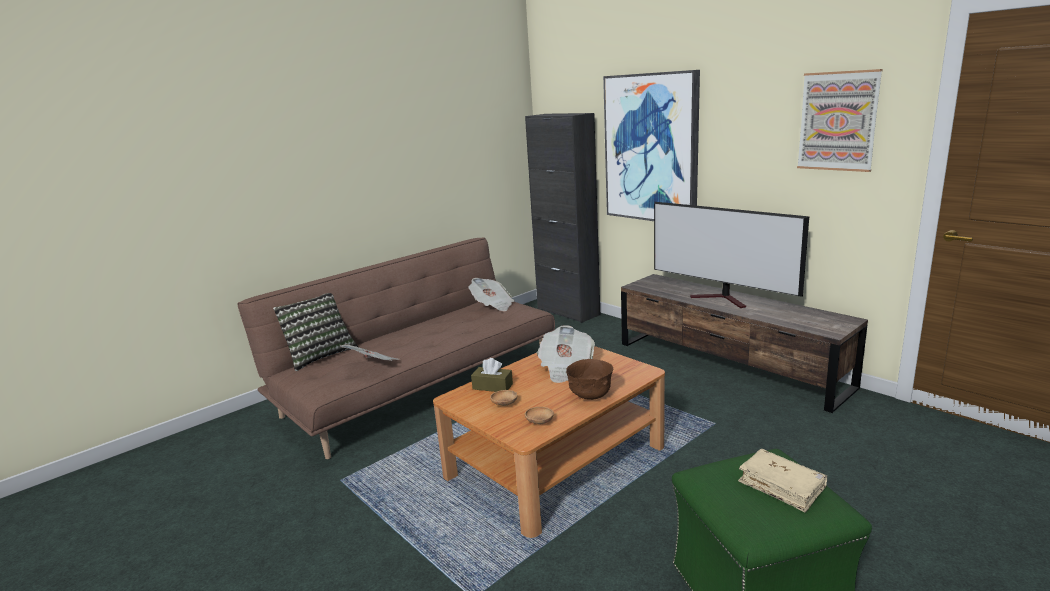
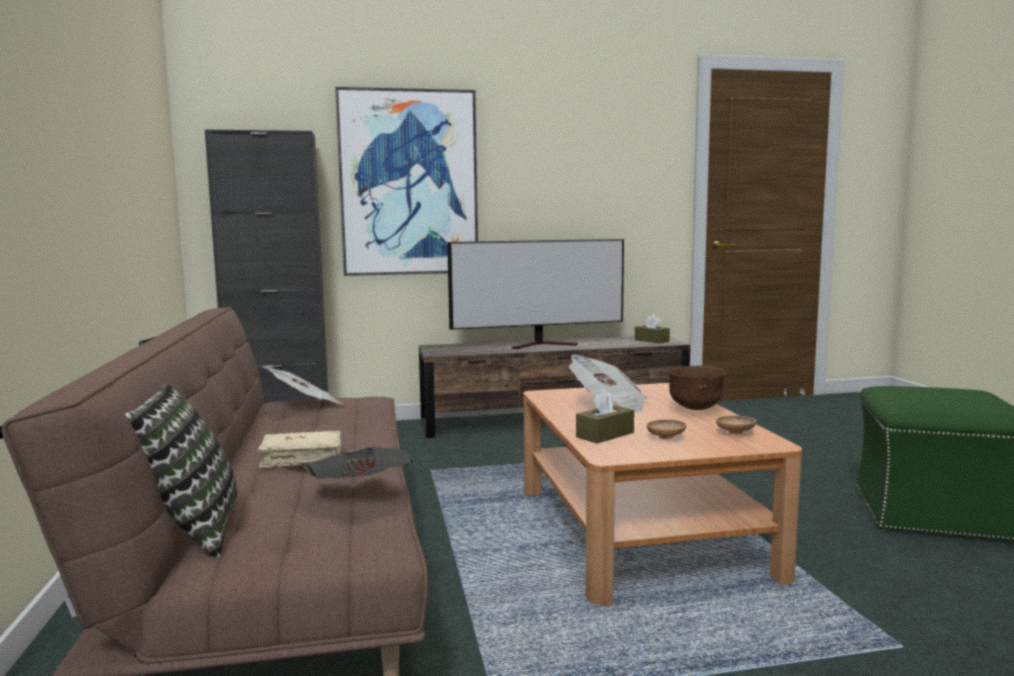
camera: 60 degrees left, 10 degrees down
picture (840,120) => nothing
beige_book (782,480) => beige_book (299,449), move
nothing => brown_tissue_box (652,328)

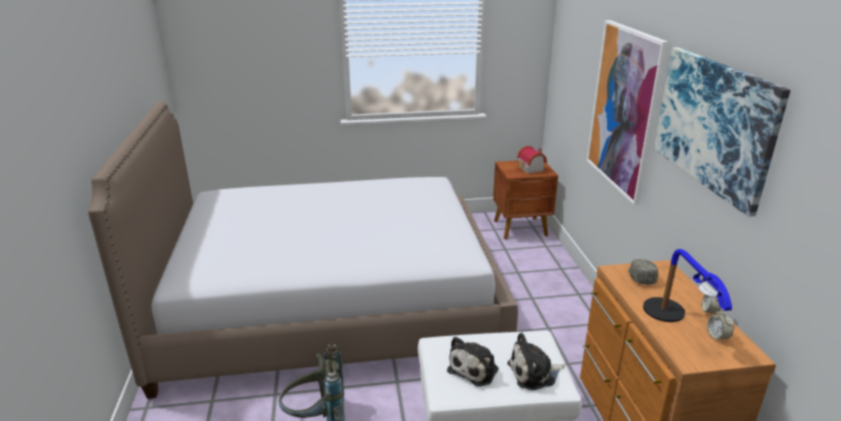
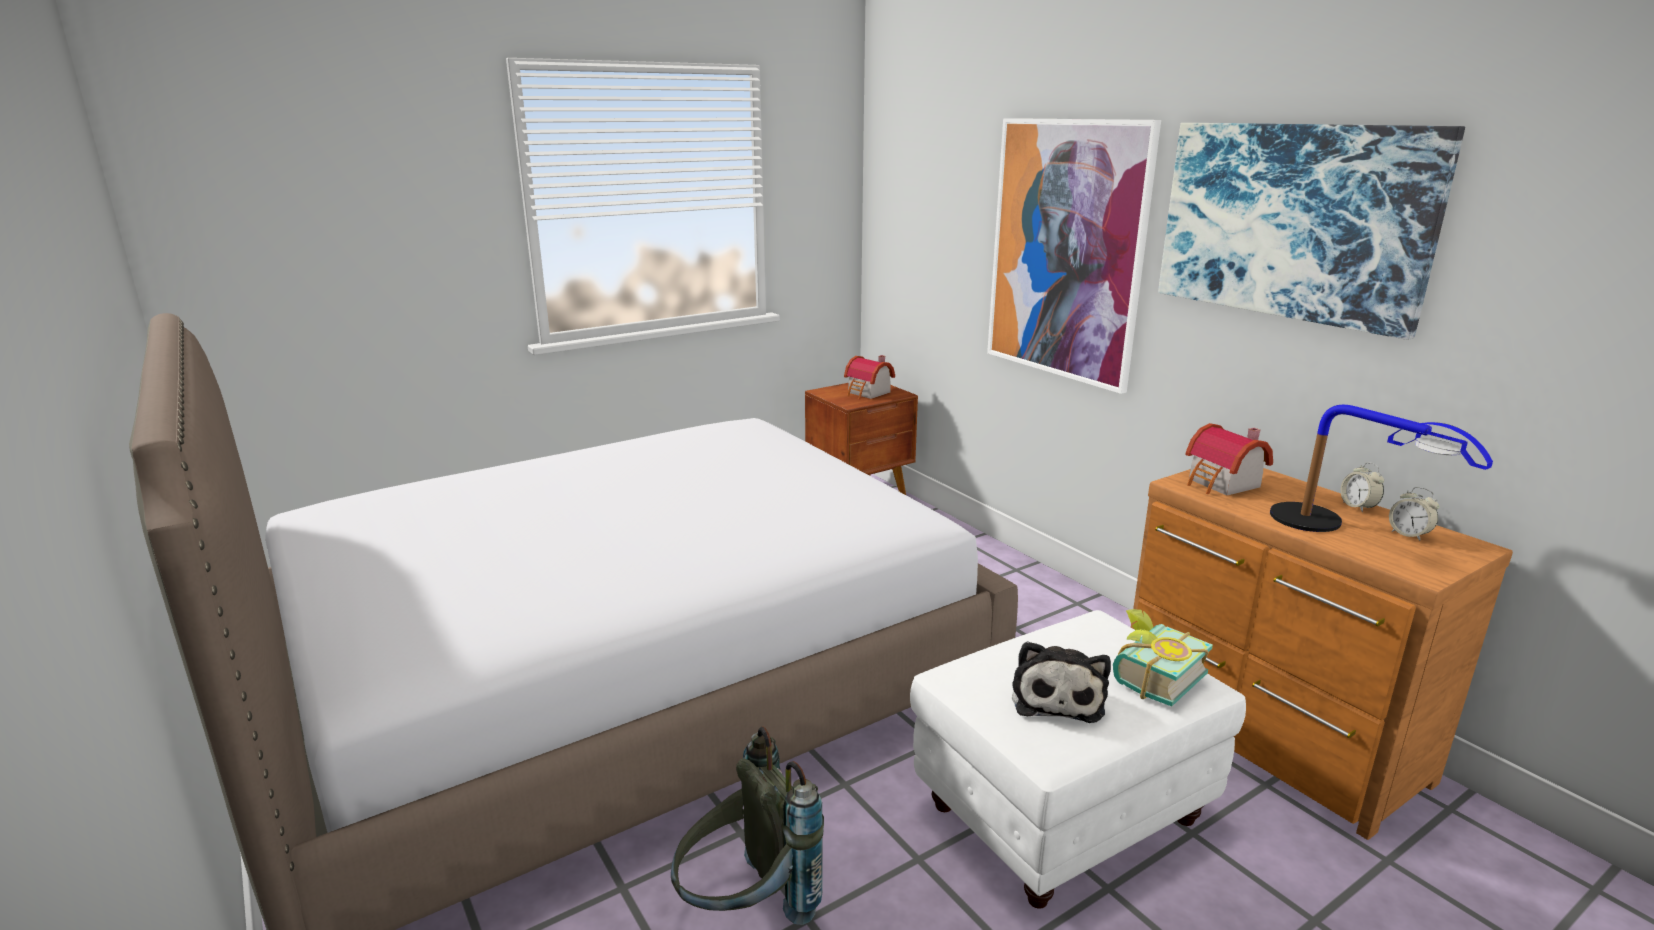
camera: 25 degrees left, 5 degrees down
grey_cap (643,272) => toy_house (1229,459)
plush_toy (536,361) => book (1163,657)

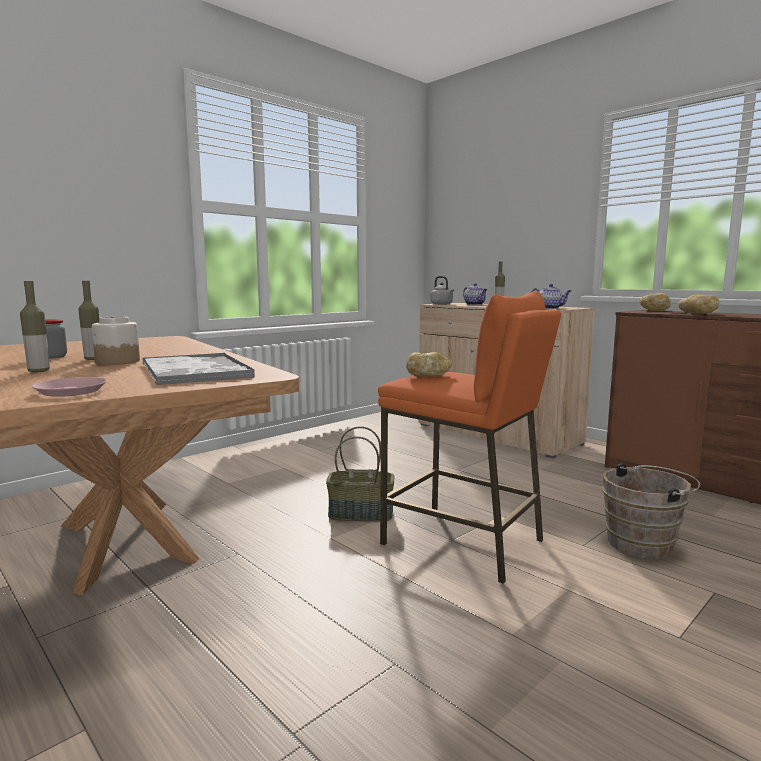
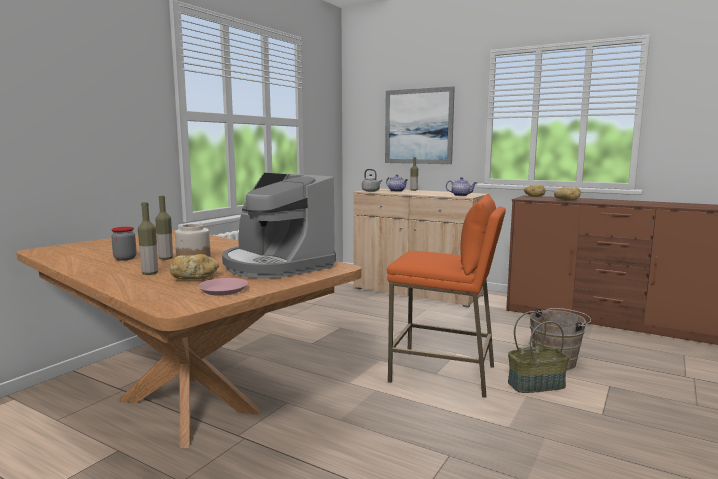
camera: 15 degrees left, 0 degrees up
bread (429,364) => bread (194,266), move
tray (199,369) => coffee_machine (279,226)
basket (360,473) => basket (538,352), move
nothing => picture (420,125)

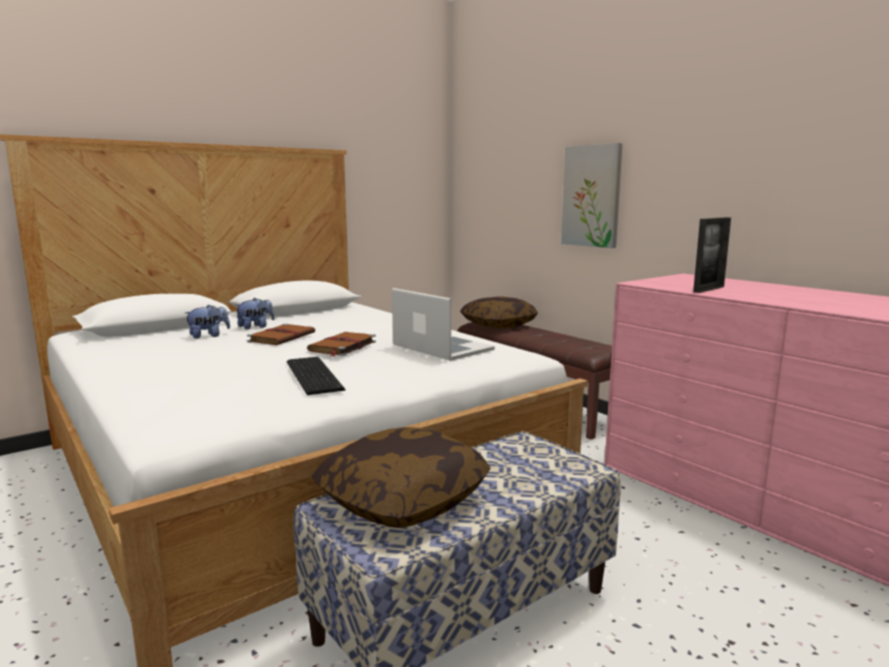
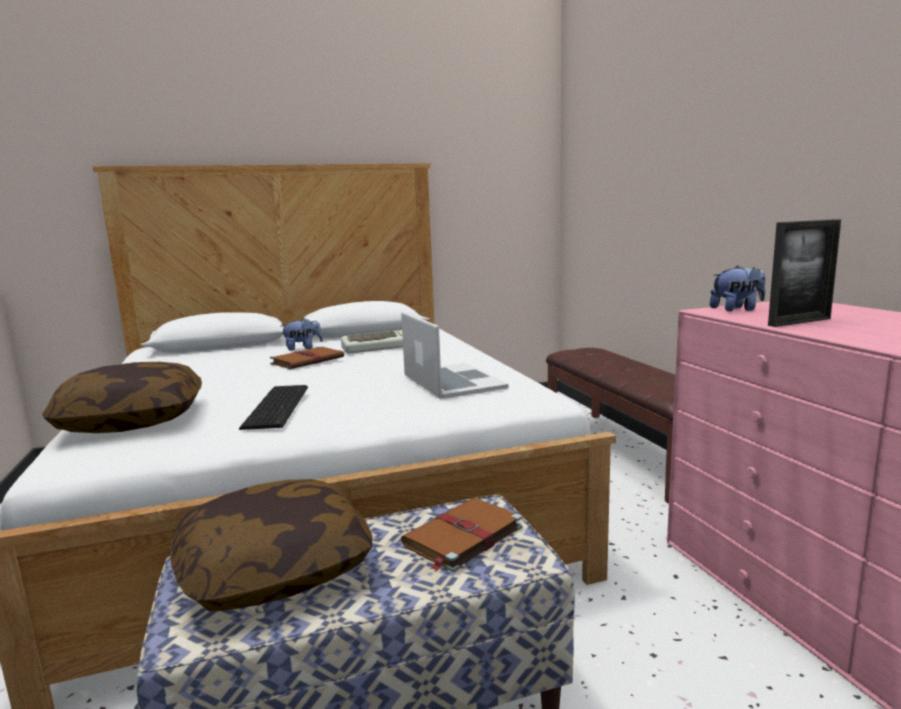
camera: 20 degrees right, 0 degrees up
picture (592,195) => nothing
pillow (499,312) => pillow (122,397), move
plush_toy (207,321) => plush_toy (737,288), move
brown_book (341,344) => brown_book (462,535), move
nothing => keyboard (372,341)

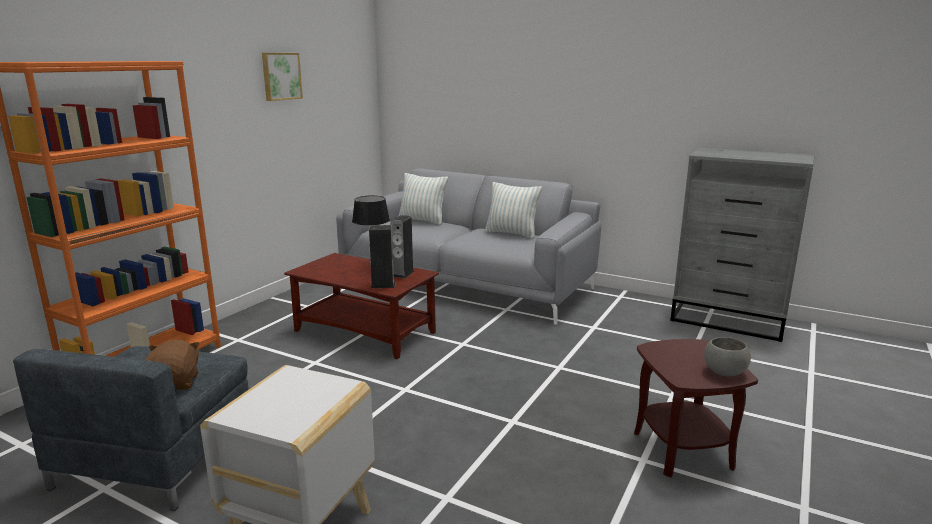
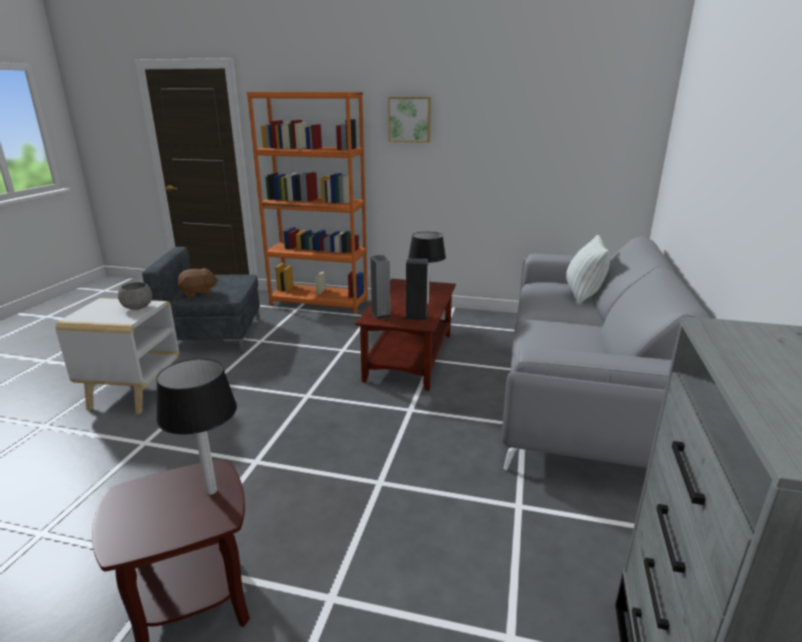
camera: 75 degrees right, 5 degrees up
picture (282,77) => picture (409,120), move
pillow (513,210) => nothing
grey_bowl (727,356) => grey_bowl (135,296), move
nothing => table_lamp (196,426)

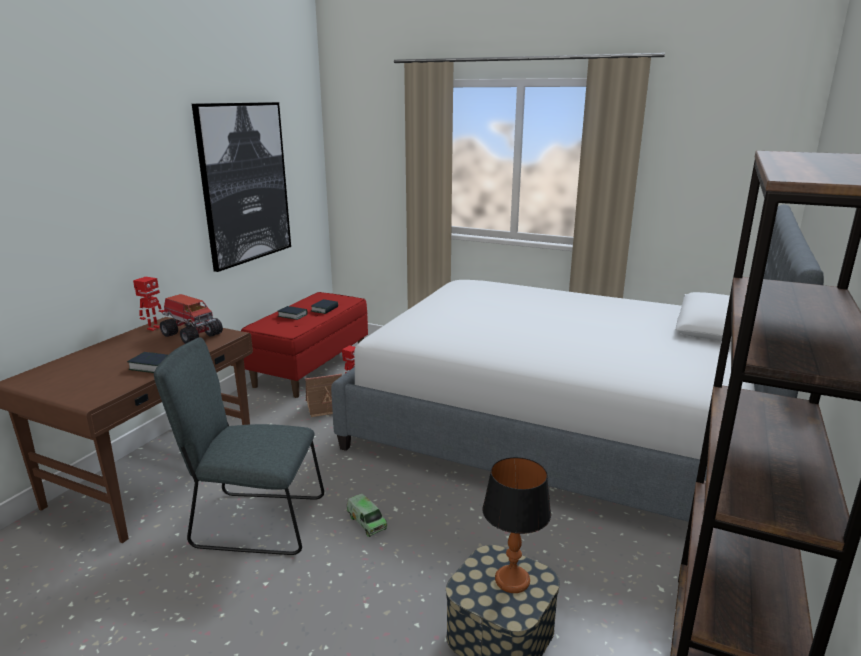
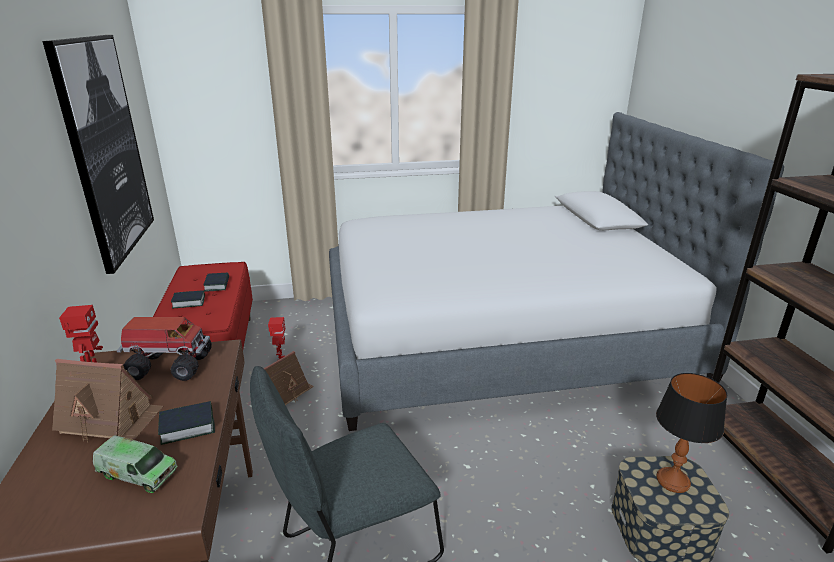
camera: 35 degrees left, 5 degrees up
toy_truck (367,515) => toy_truck (135,464), move
nothing => toy_house (107,400)

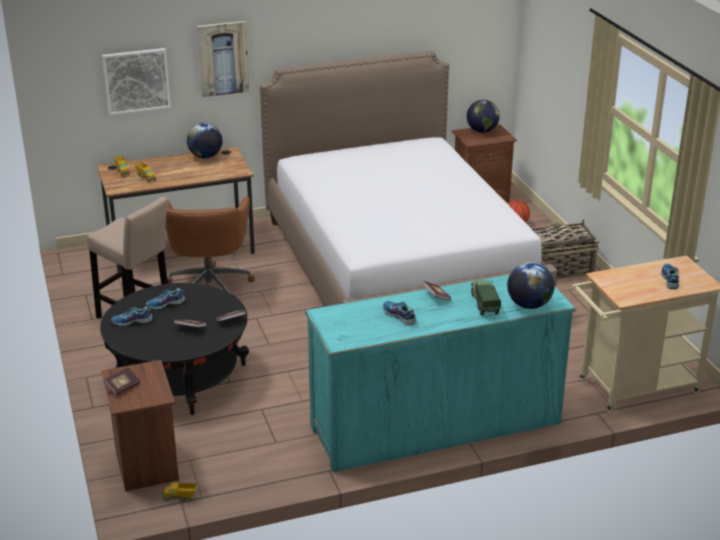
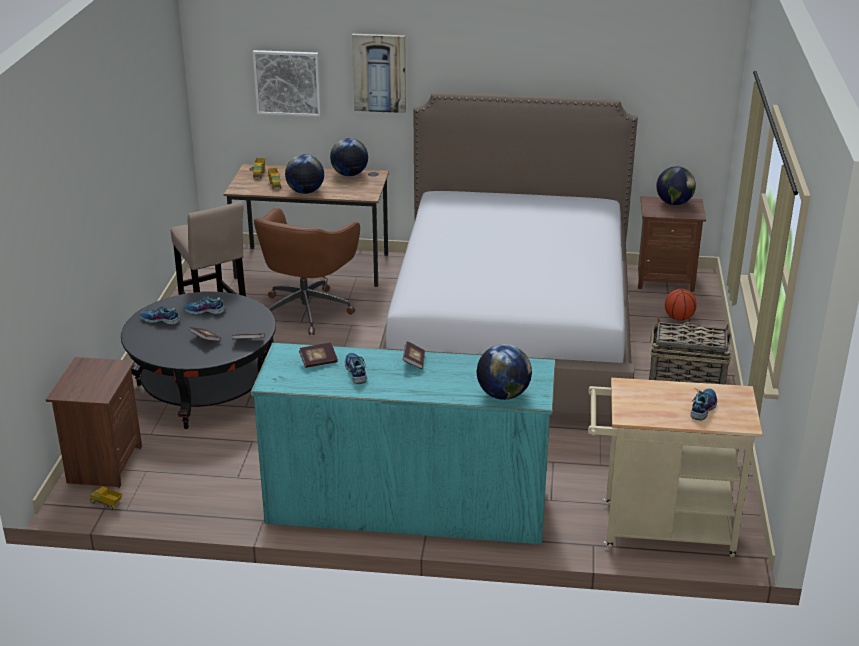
camera: 25 degrees right, 0 degrees up
toy_truck (486,298) => nothing
book (122,381) => book (318,355), move
nothing => globe (304,174)

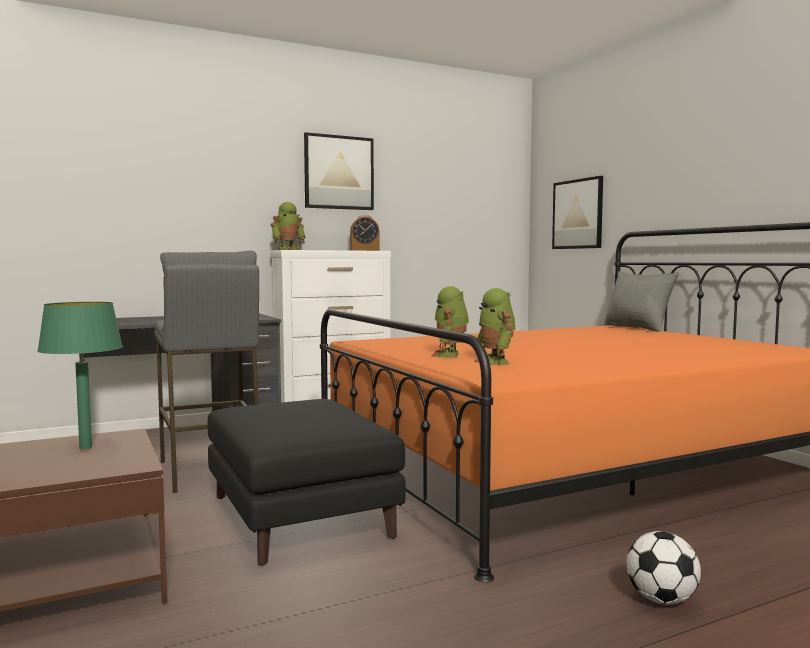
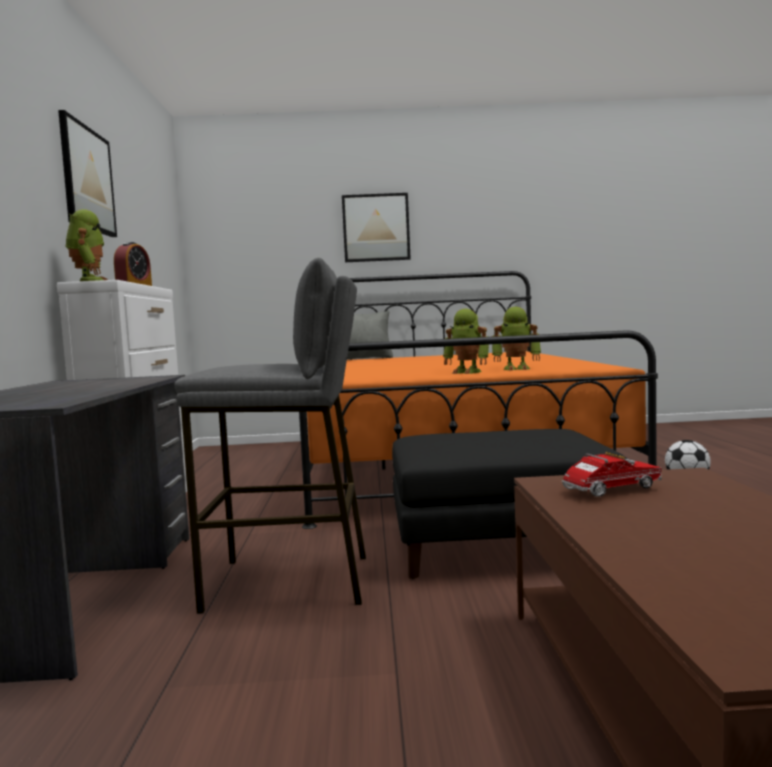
camera: 65 degrees left, 0 degrees up
picture (577,212) => picture (376,227), move
green_table_lamp (80,376) => toy_truck (612,474)

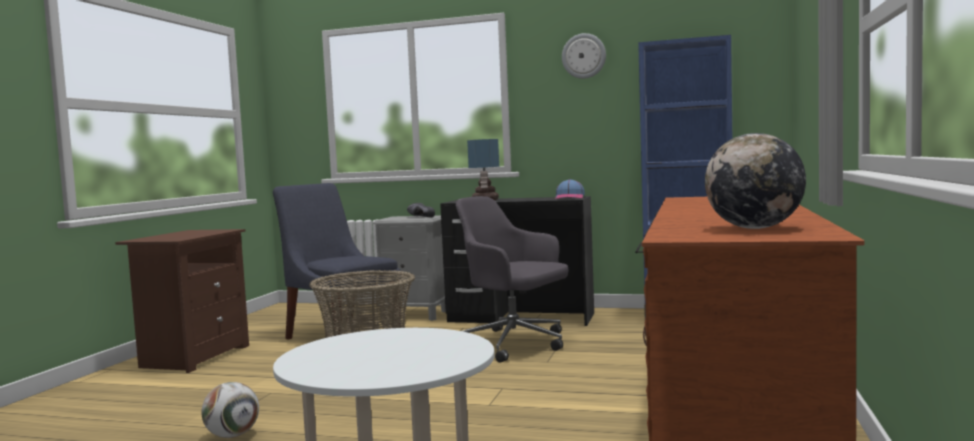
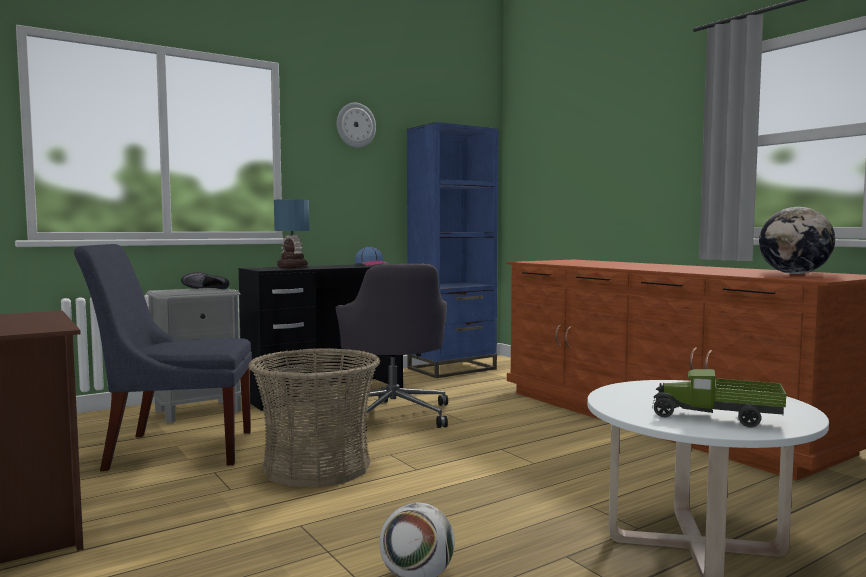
camera: 50 degrees left, 0 degrees up
grey_office_chair (512,279) => grey_office_chair (389,348), 90 degrees counterclockwise
nothing => toy_truck (719,398)

